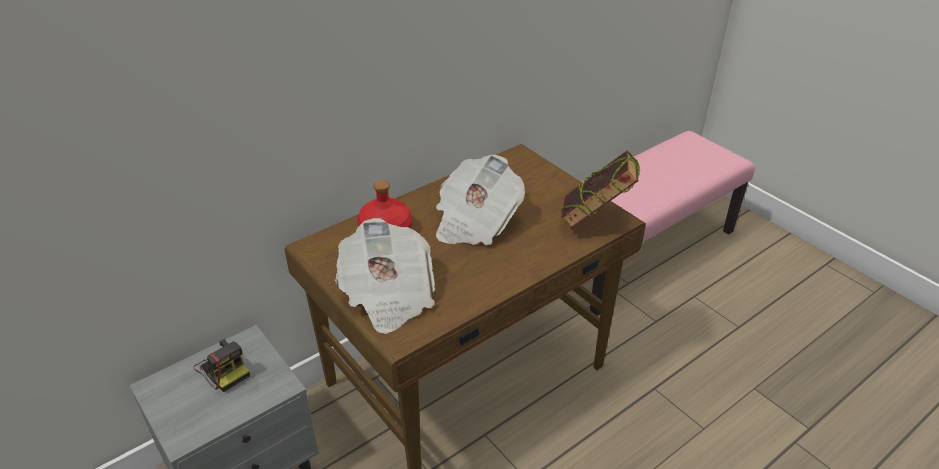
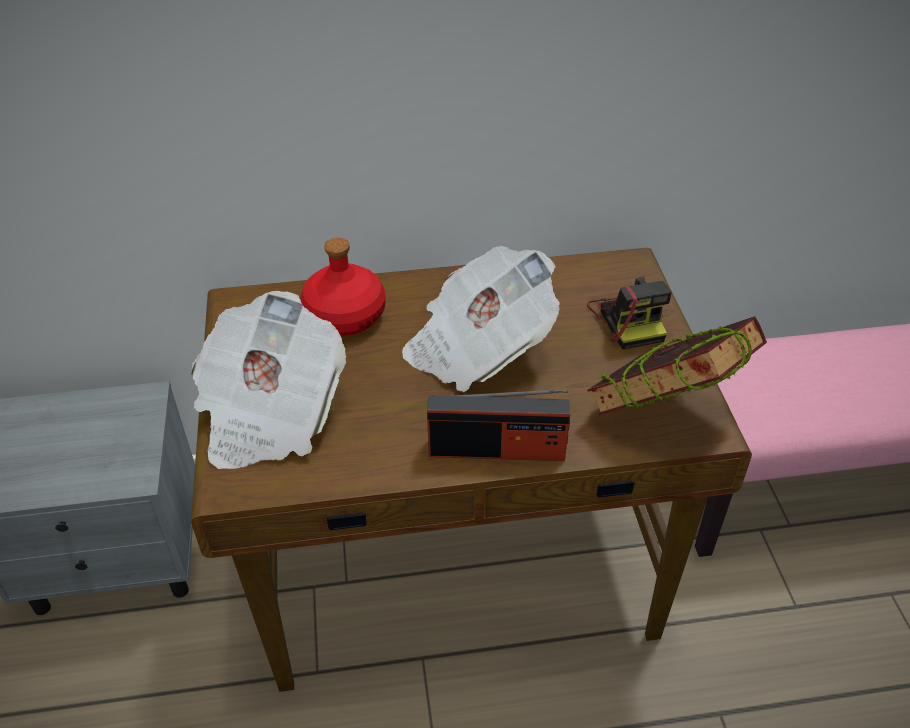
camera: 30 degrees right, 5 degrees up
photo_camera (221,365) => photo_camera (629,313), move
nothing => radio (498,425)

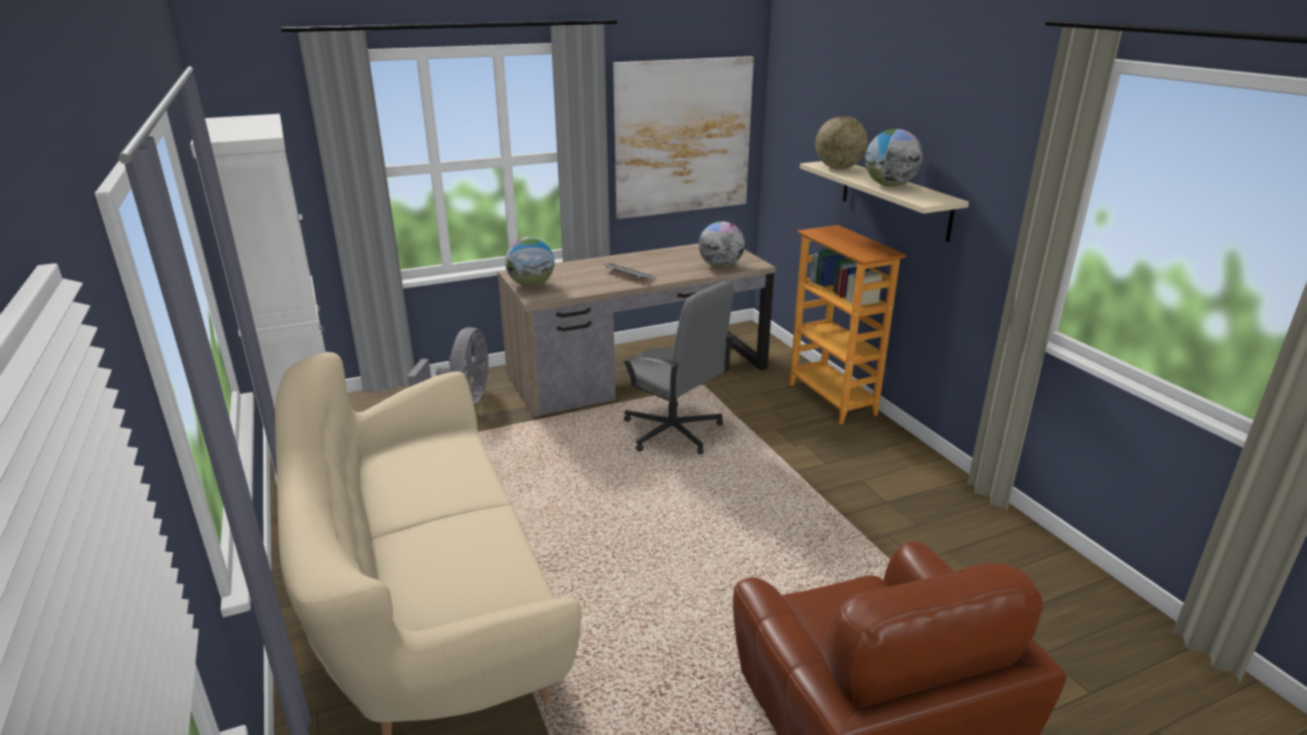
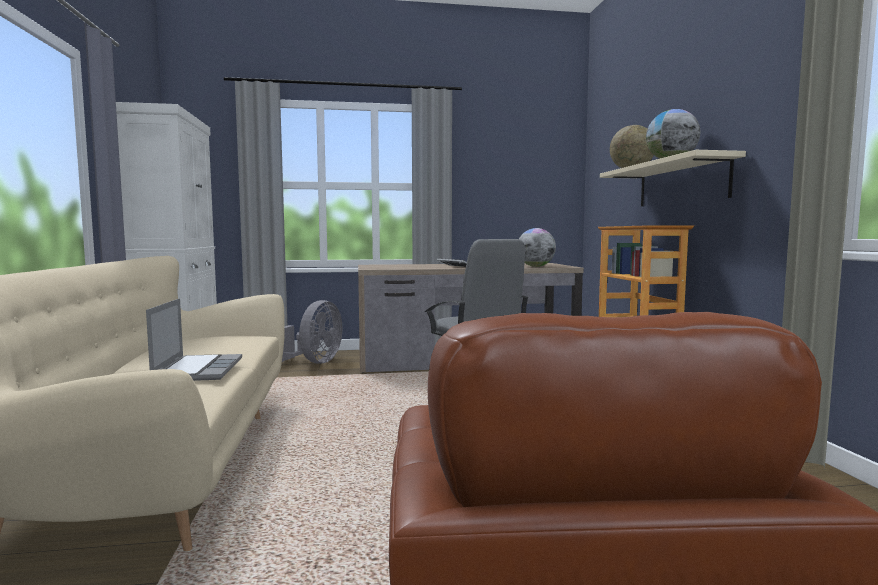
camera: 15 degrees right, 20 degrees down
picture (683,137) => nothing
globe (529,262) => nothing
nothing => laptop (194,339)

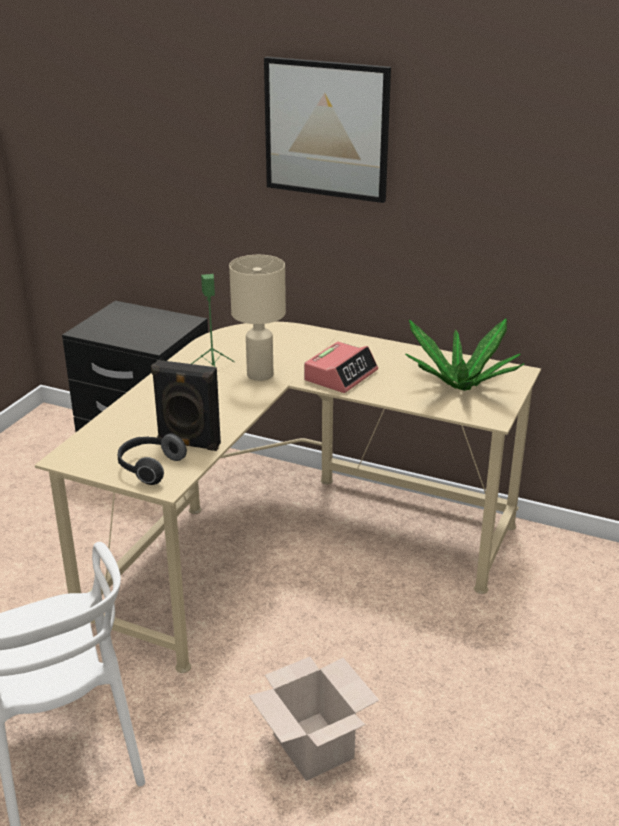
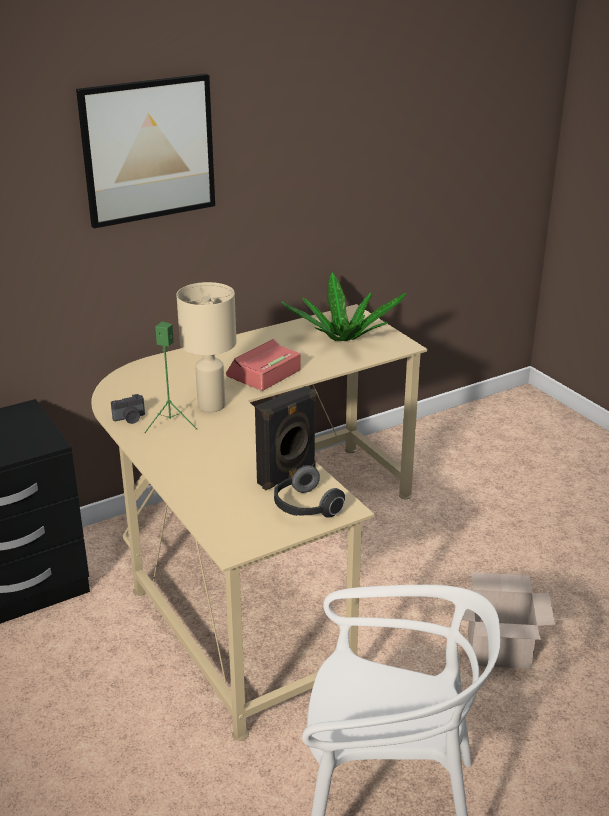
camera: 55 degrees left, 0 degrees up
alarm_clock (341,367) => alarm_clock (263,365), 120 degrees counterclockwise
nothing => photo_camera (128,409)

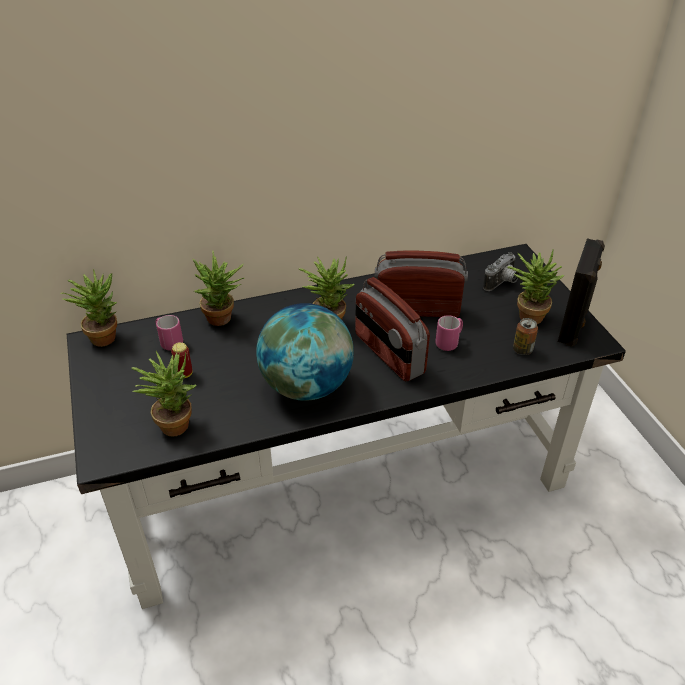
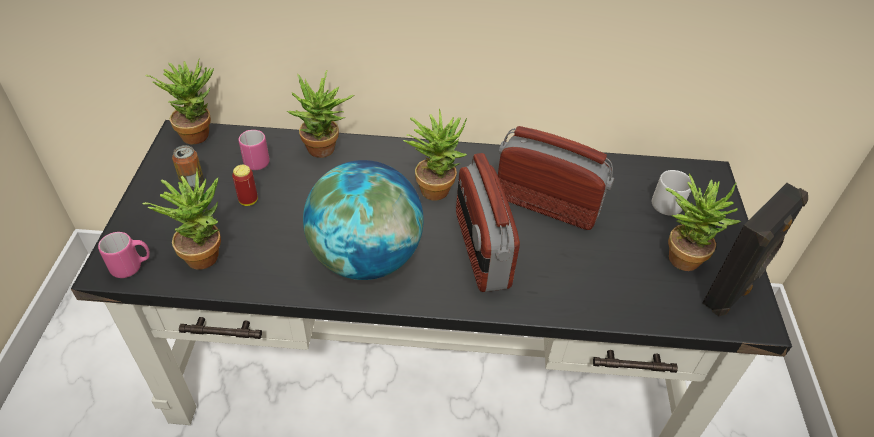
camera: 20 degrees right, 5 degrees up
photo_camera (501,271) => grey_mug (672,193)
pink_mug (449,333) => pink_mug (124,255), move
can (525,336) => can (188,166), move

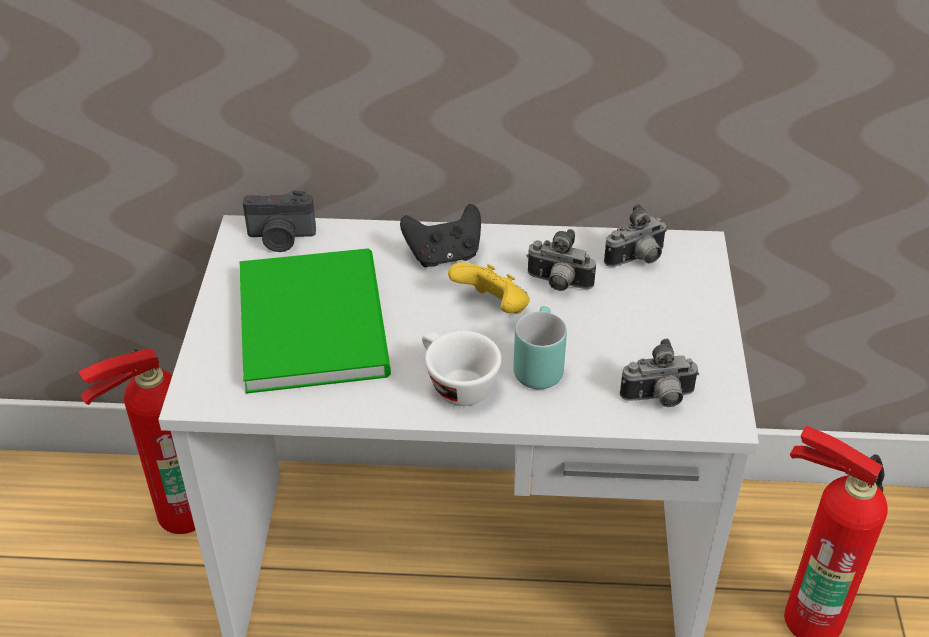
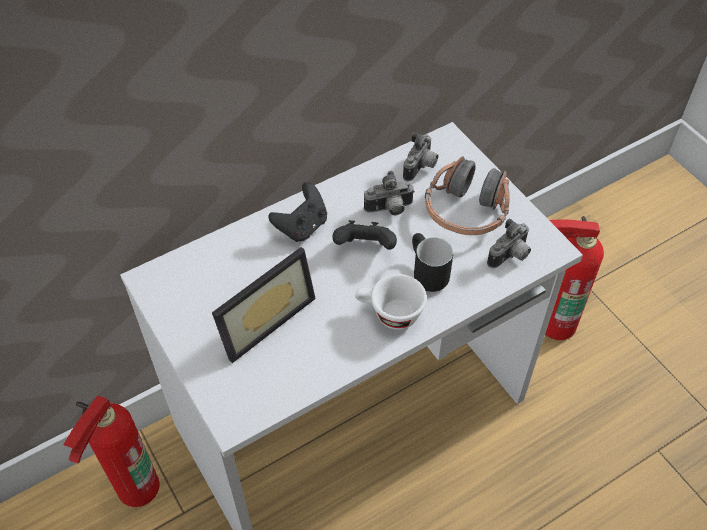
camera: 35 degrees left, 10 degrees up
photo_camera (279,221) => nothing
green_book (315,321) => picture_frame (264,305)
yellow_game_controller (489,288) => black_game_controller (364,235)
turquoise_mug (540,347) => black_mug (432,262)
nothing => headphones (467,196)

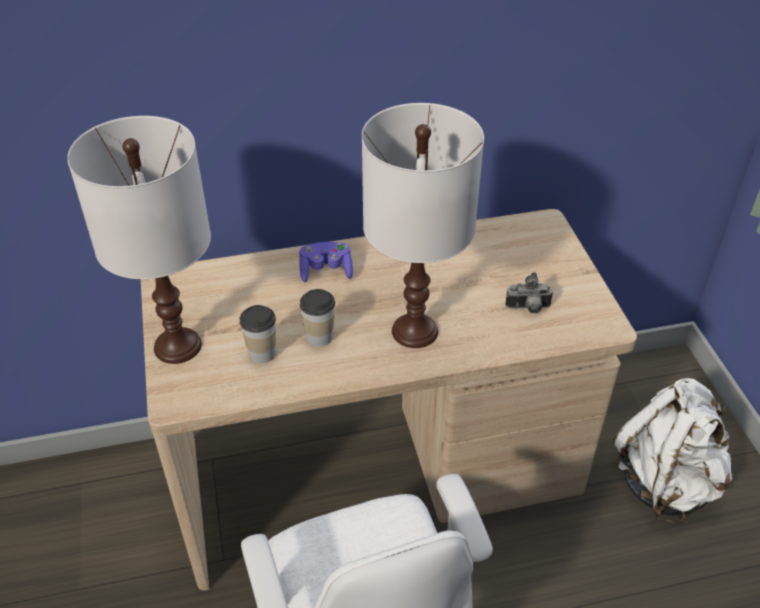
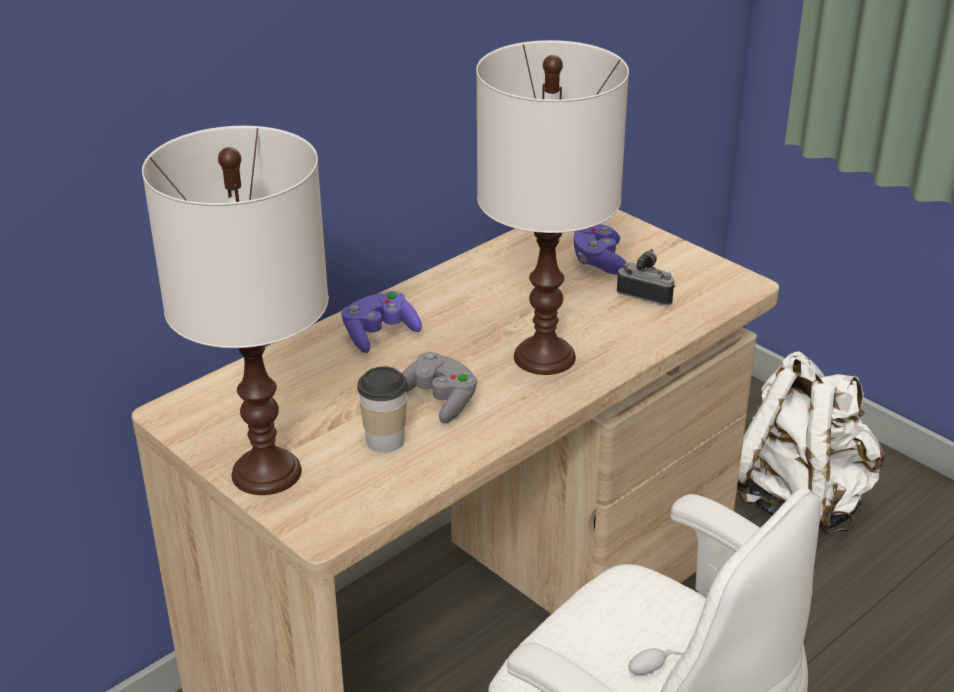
camera: 30 degrees left, 10 degrees down
photo_camera (529,292) => photo_camera (646,277), 120 degrees counterclockwise
cup (317,318) => grey_game_controller (439,387)
nothing => purple_game_controller (600,249)

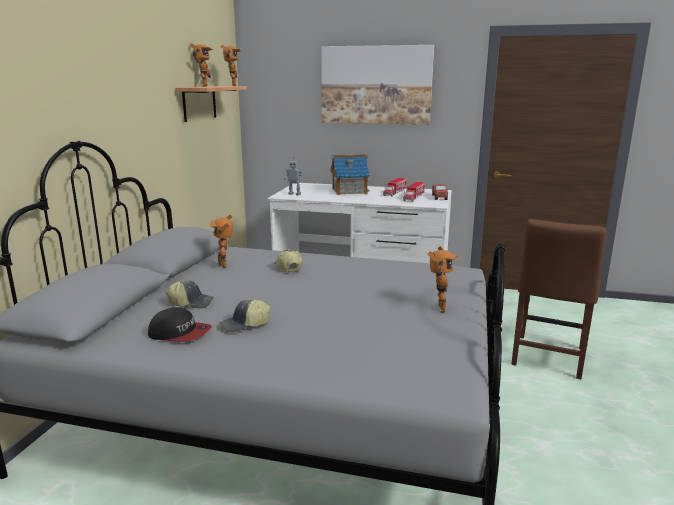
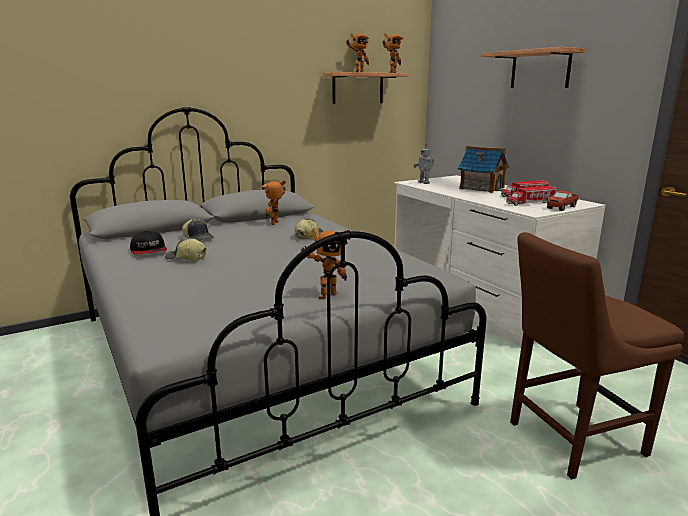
camera: 45 degrees right, 0 degrees up
picture (377,85) => shelf (533,67)

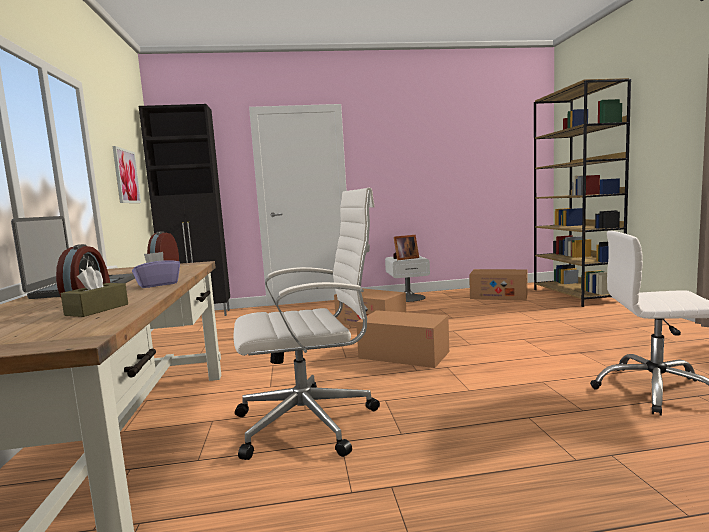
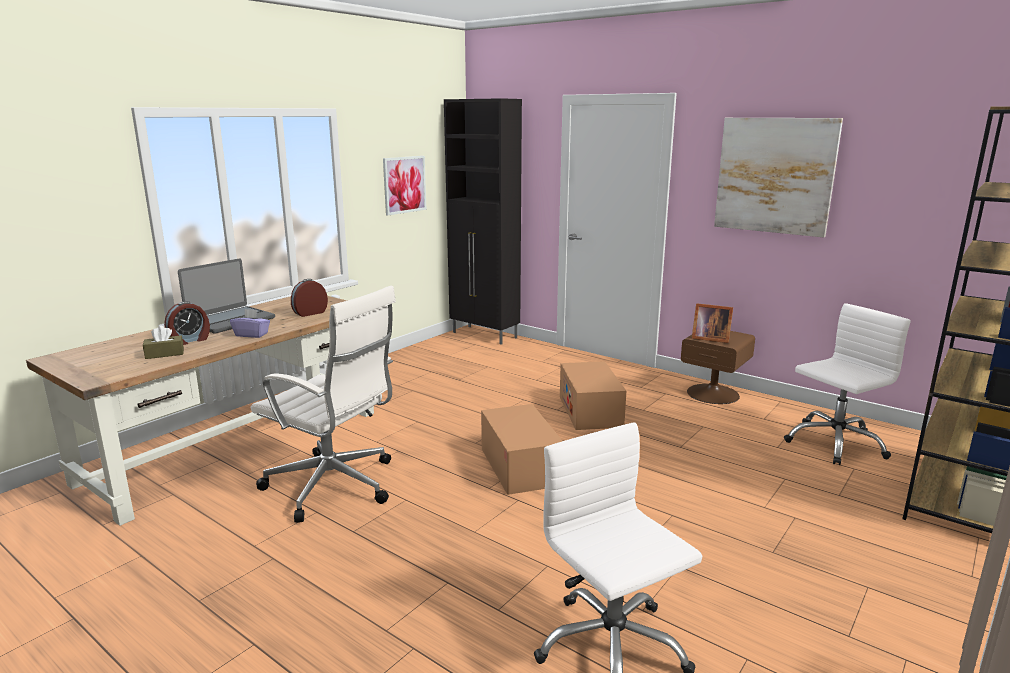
camera: 45 degrees right, 10 degrees up
white_nightstand (407,279) => brown_nightstand (718,367)
cardboard_box (498,285) => white_office_chair (847,384)
nothing => picture (778,177)

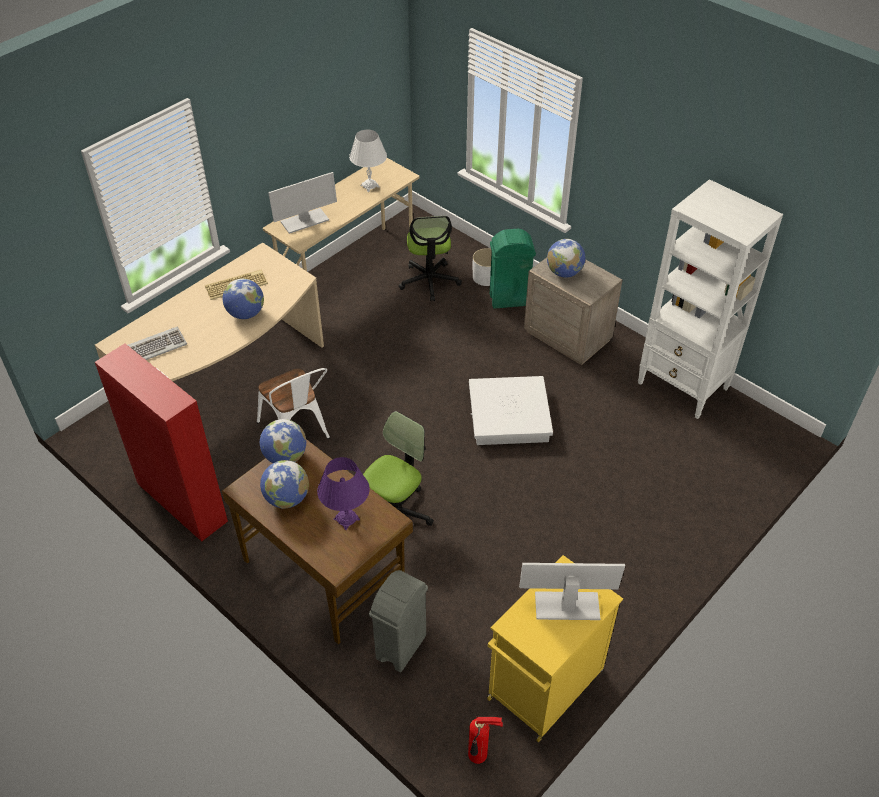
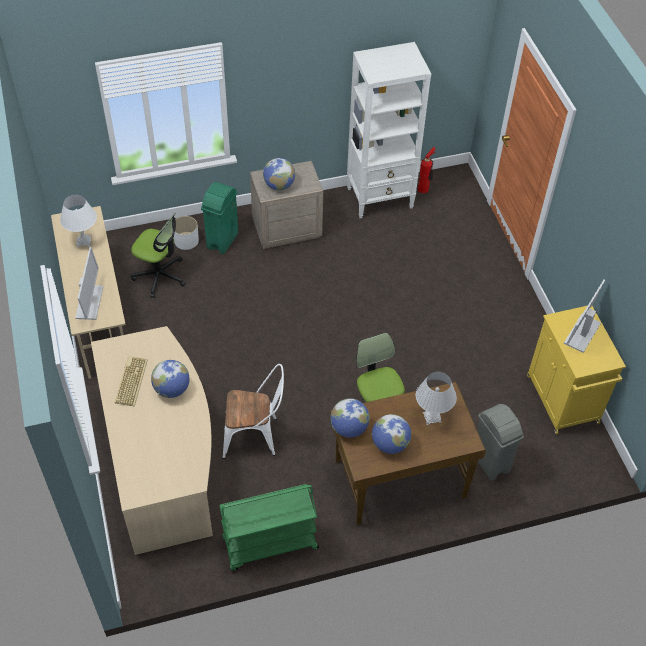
camera: 60 degrees left, 5 degrees up
keyboard (157,343) => nothing
red_cabinet (161,443) => green_cart (269,527)
white_storage_box (511,410) => nothing
purple_table_lamp (343,493) => white_table_lamp (436,398)
fire_extinguisher (485,740) => fire_extinguisher (427,170), move

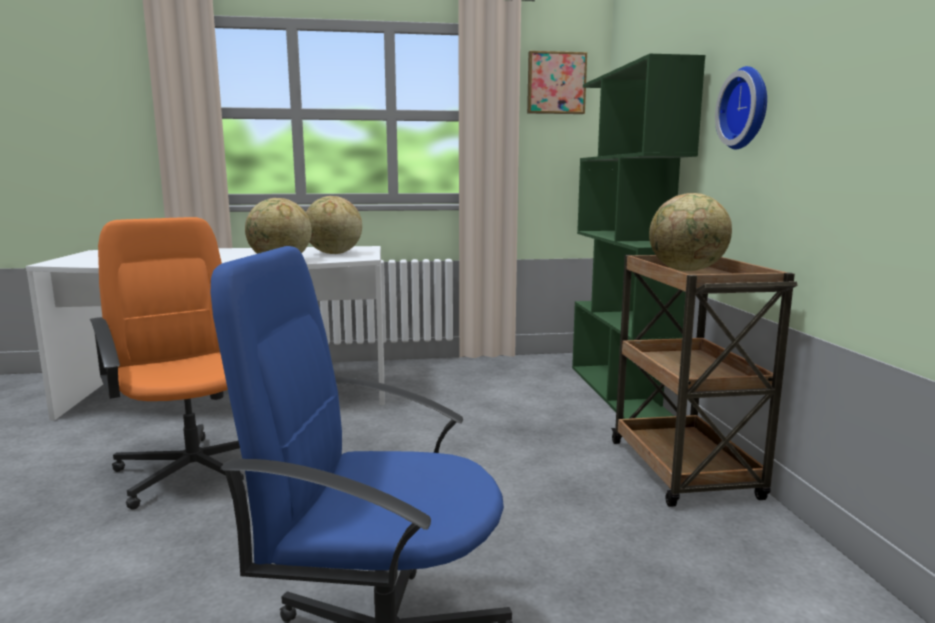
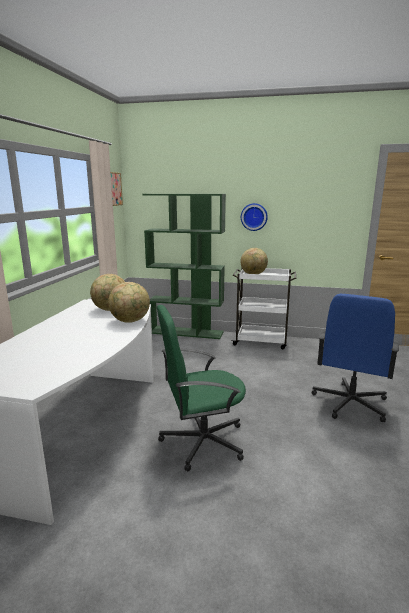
camera: 70 degrees left, 5 degrees up
orange_office_chair (167,363) => green_office_chair (201,388)
brown_cart (704,381) => white_cart (263,308)

